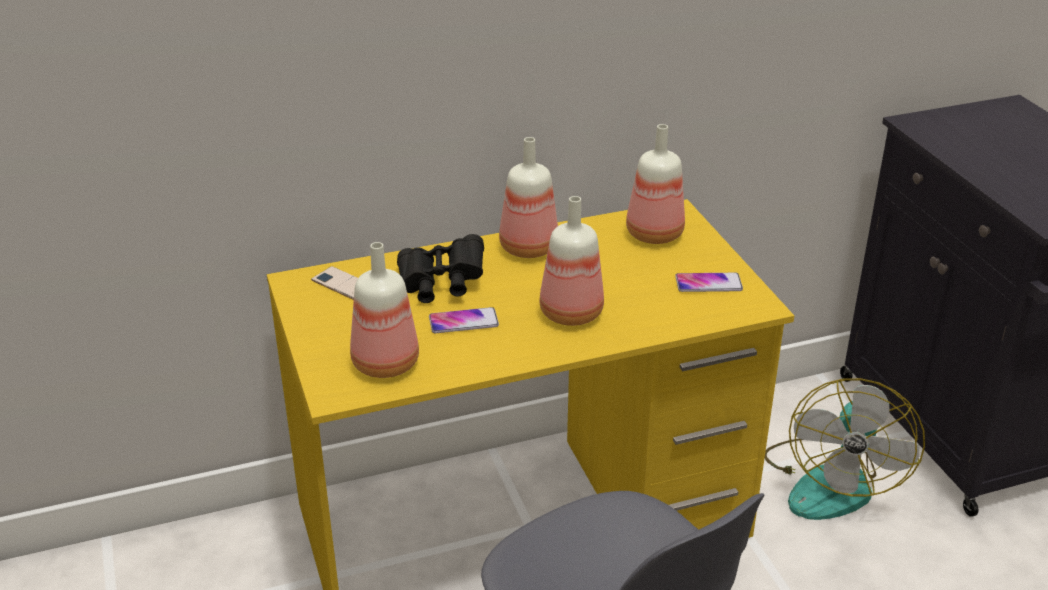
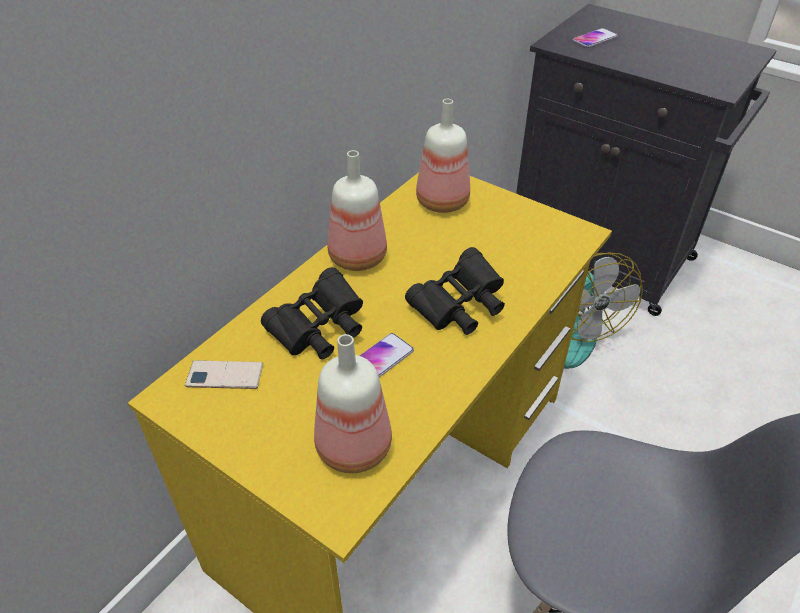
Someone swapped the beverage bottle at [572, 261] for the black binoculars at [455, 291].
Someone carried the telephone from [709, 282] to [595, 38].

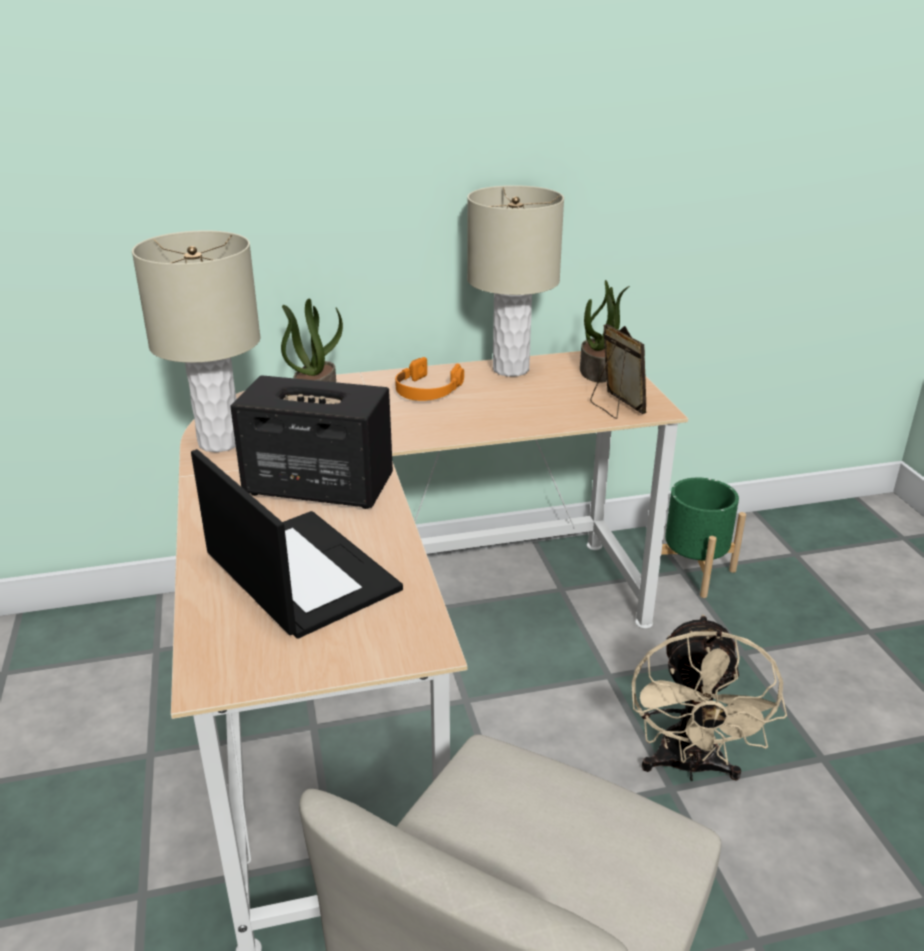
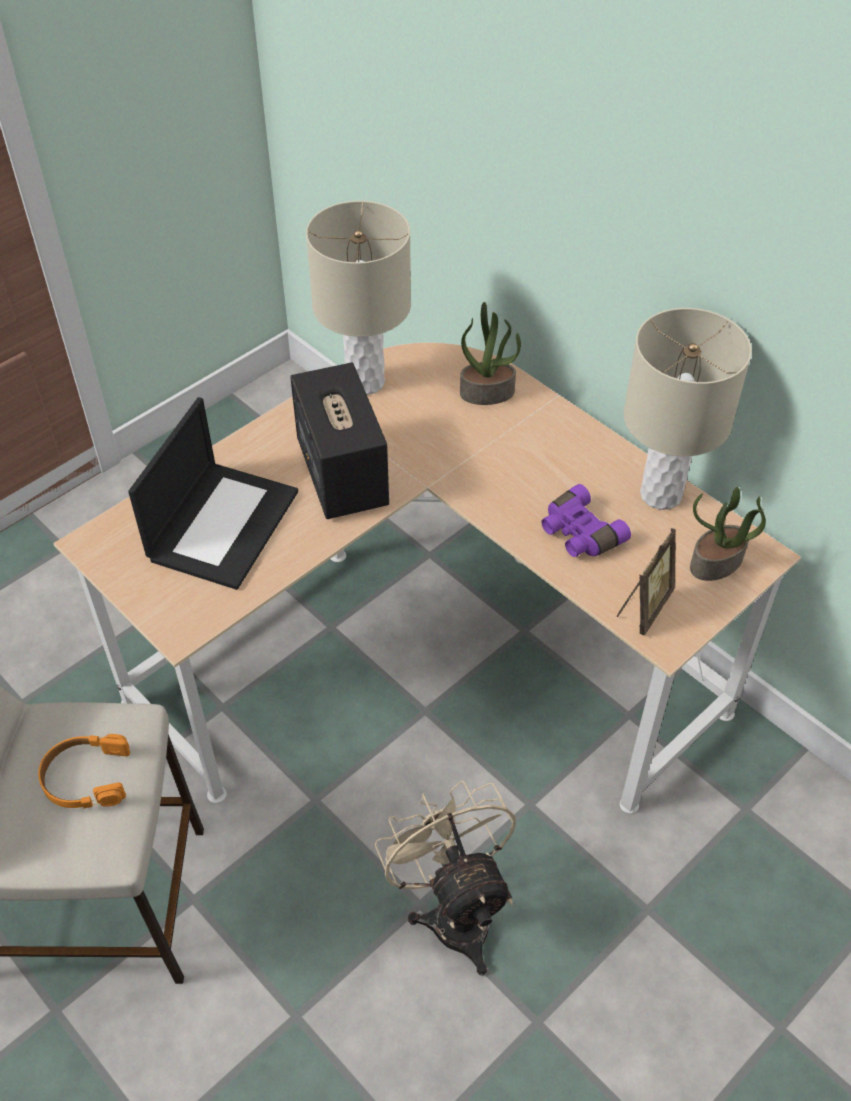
Someone carried the orangey headset from [429, 379] to [84, 771].
Someone took away the green planter at [703, 538].
Someone rotated the beige-coloured electric fan at [709, 697] by 90 degrees clockwise.
Someone put down the purple binoculars at [586, 520].

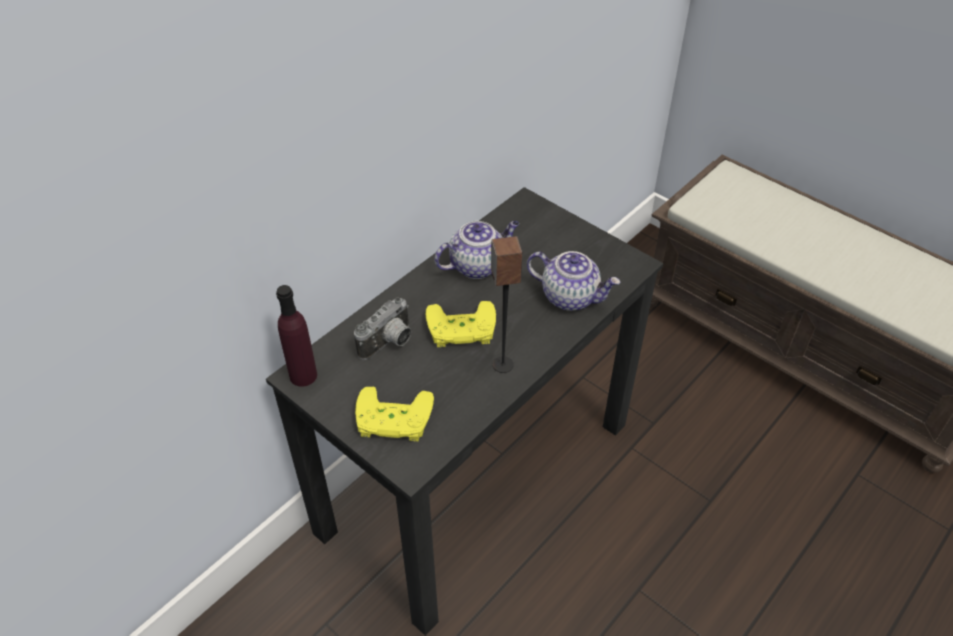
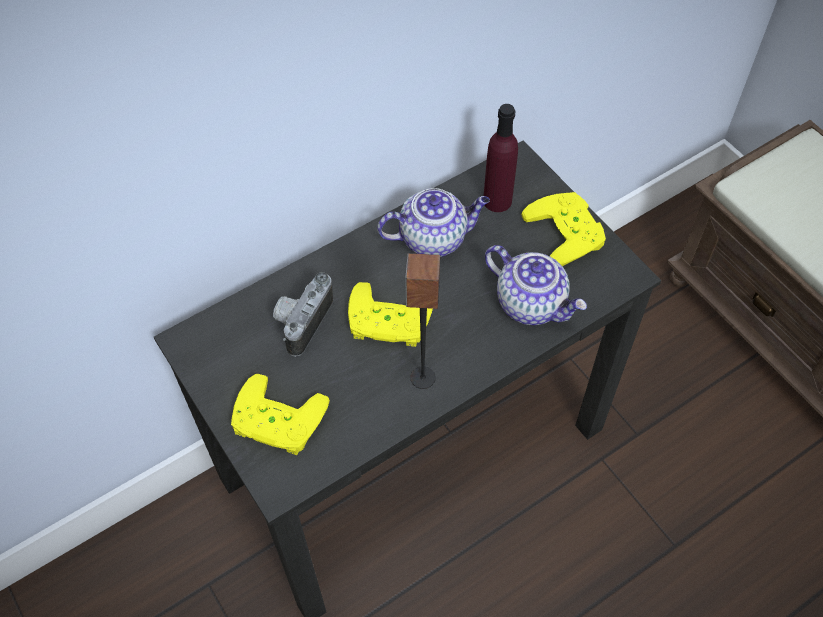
Someone carried the purple beverage bottle from [296, 336] to [501, 158].
Someone rotated the photo camera at [382, 328] by 150 degrees clockwise.
Someone put down the yellow joypad at [563, 229].

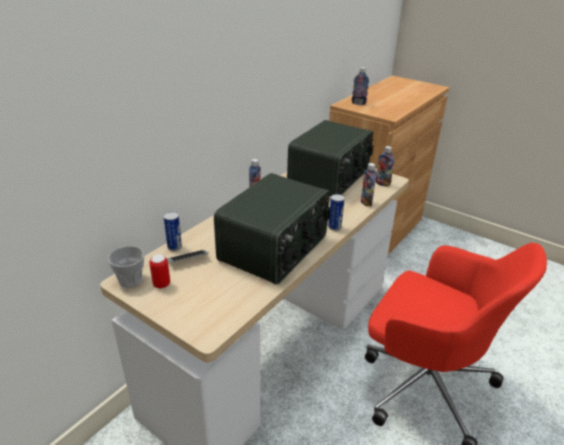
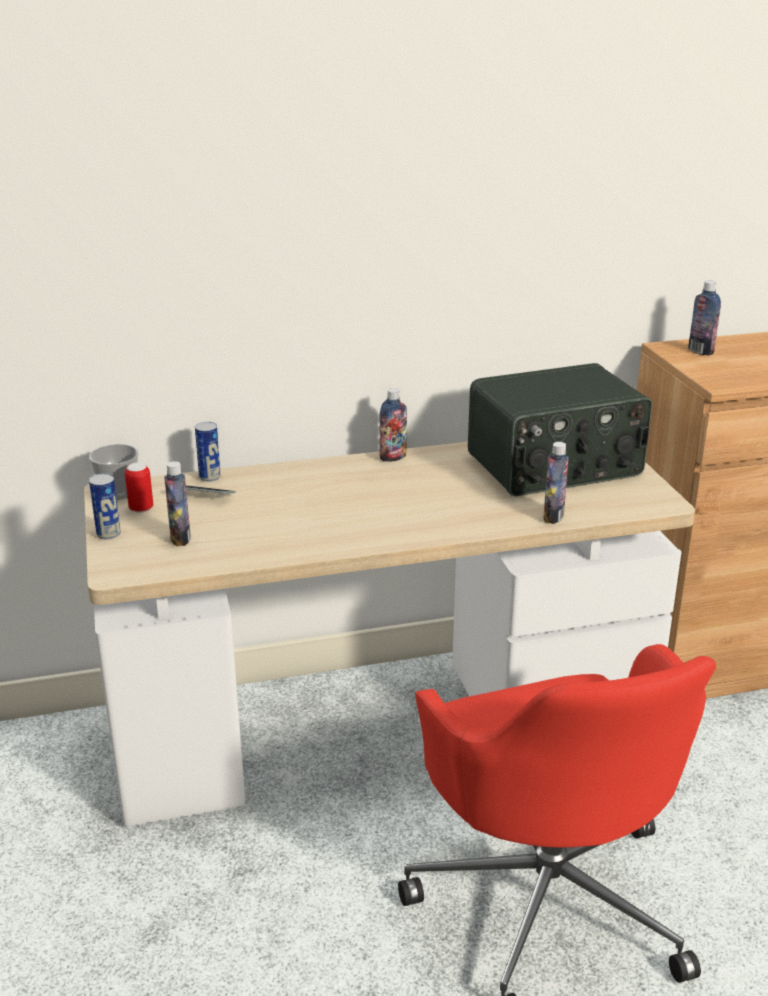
Someone carried the beverage bottle from [385, 166] to [177, 503].
Someone took away the radio receiver at [272, 229].
Someone carried the metal can from [336, 212] to [105, 506].

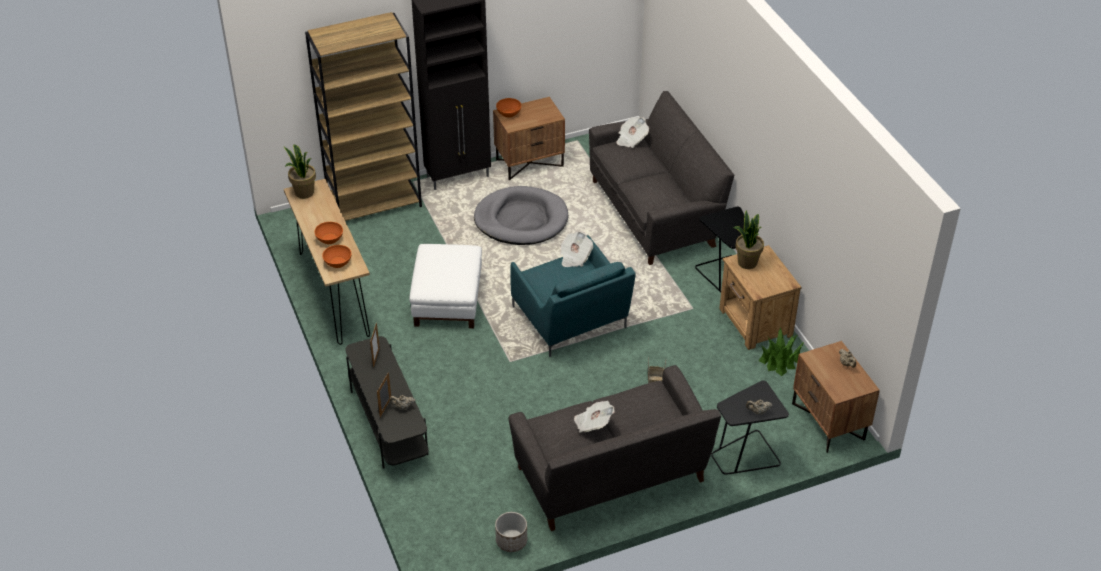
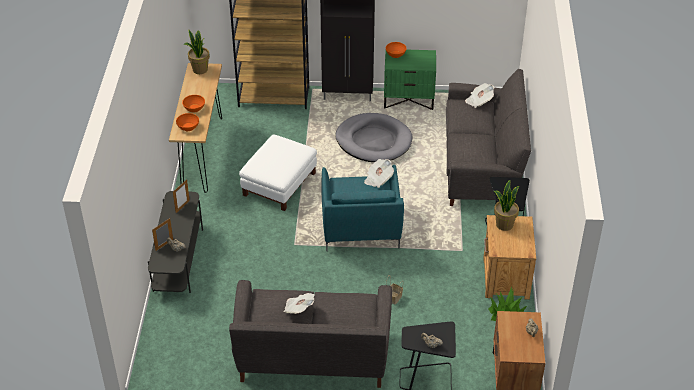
Someone repainted the brown night table at [529, 138], which became the green night table at [410, 79].
Someone took away the planter at [511, 532].

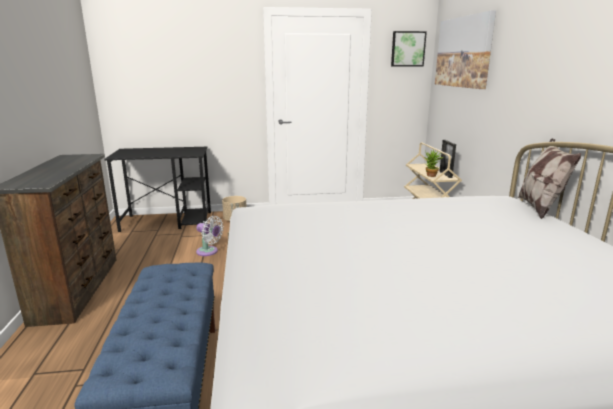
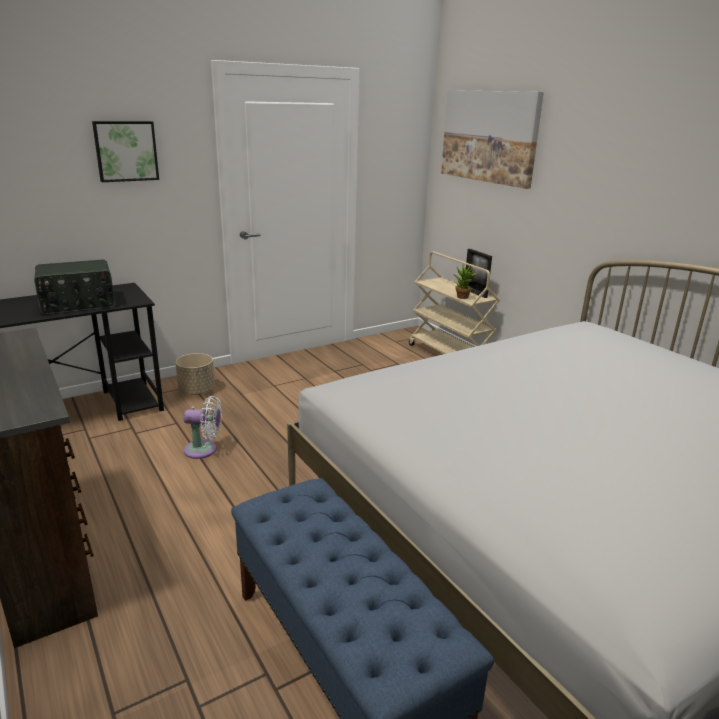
Someone carried the wall picture from [409, 49] to [125, 151].
Someone took away the throw pillow at [549, 178].
Someone put down the radio receiver at [74, 287].

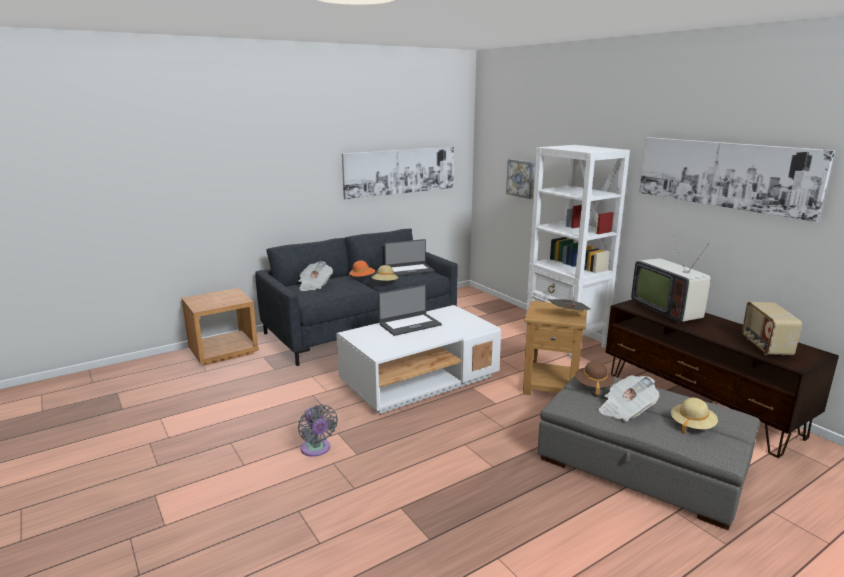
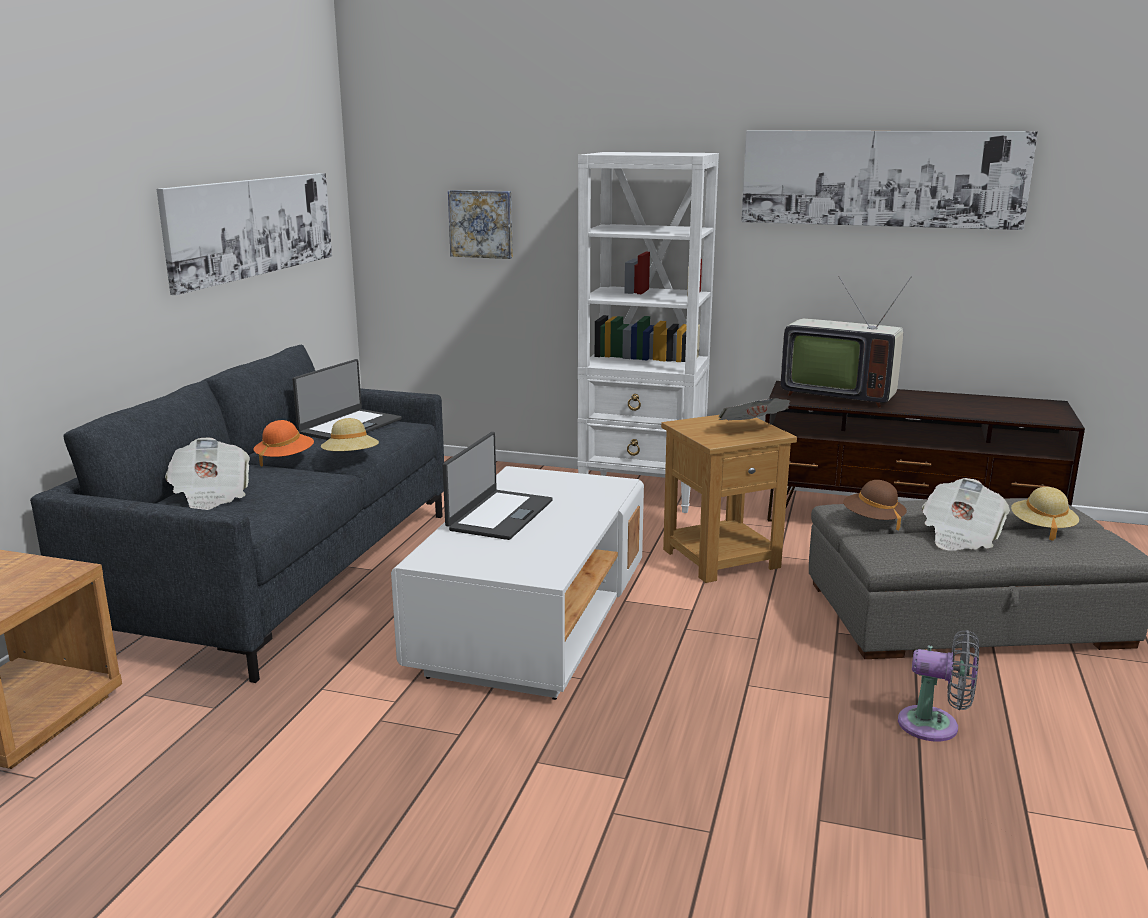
Someone took away the radio receiver at [772, 329].
Someone carried the grey electric fan from [318, 430] to [938, 686].

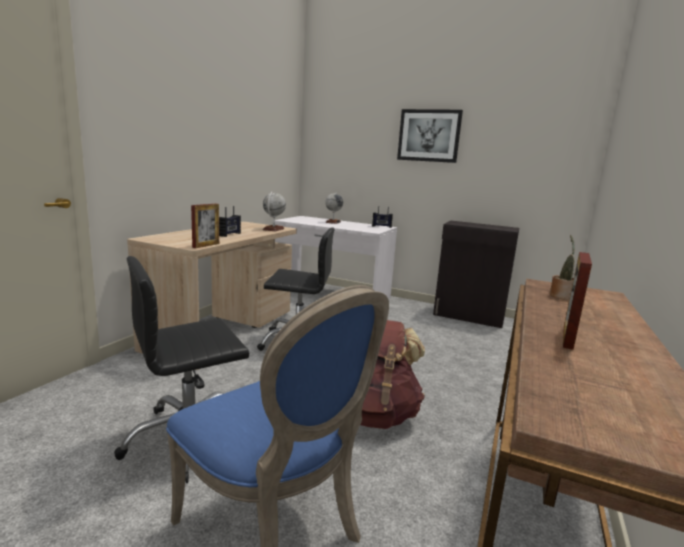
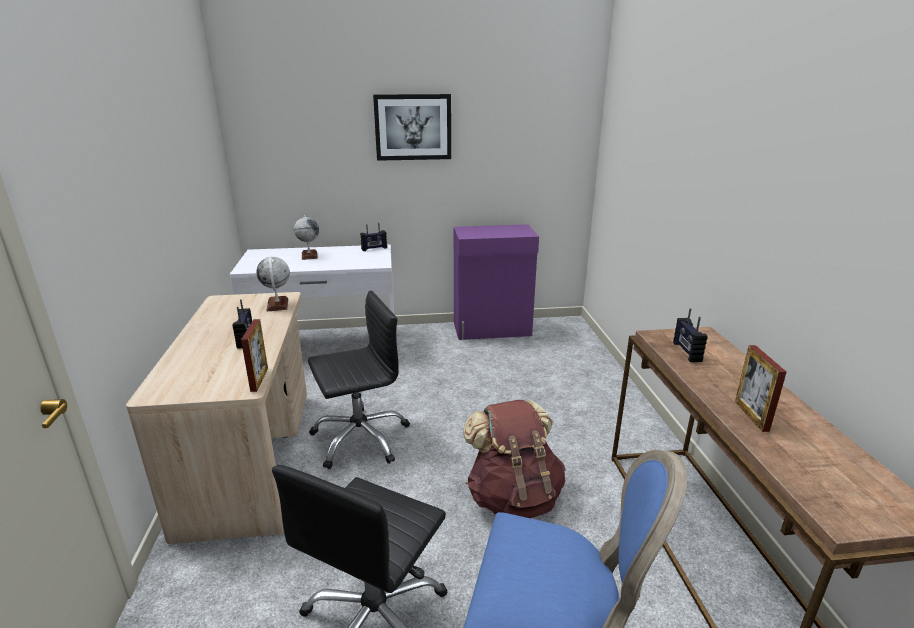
Someone repainted the black storage cabinet at [476, 274], which became the purple storage cabinet at [496, 282].
Someone swapped the plant in a pot at [562, 267] for the radio receiver at [690, 335].

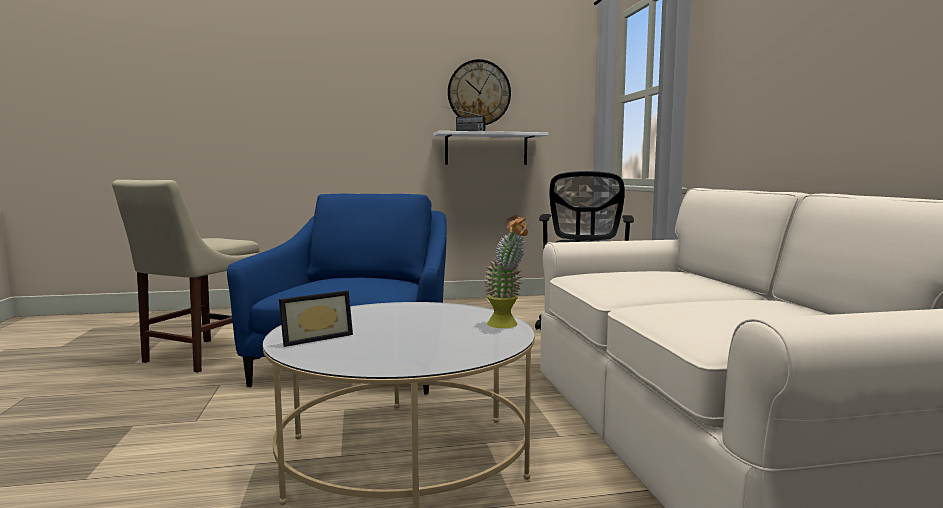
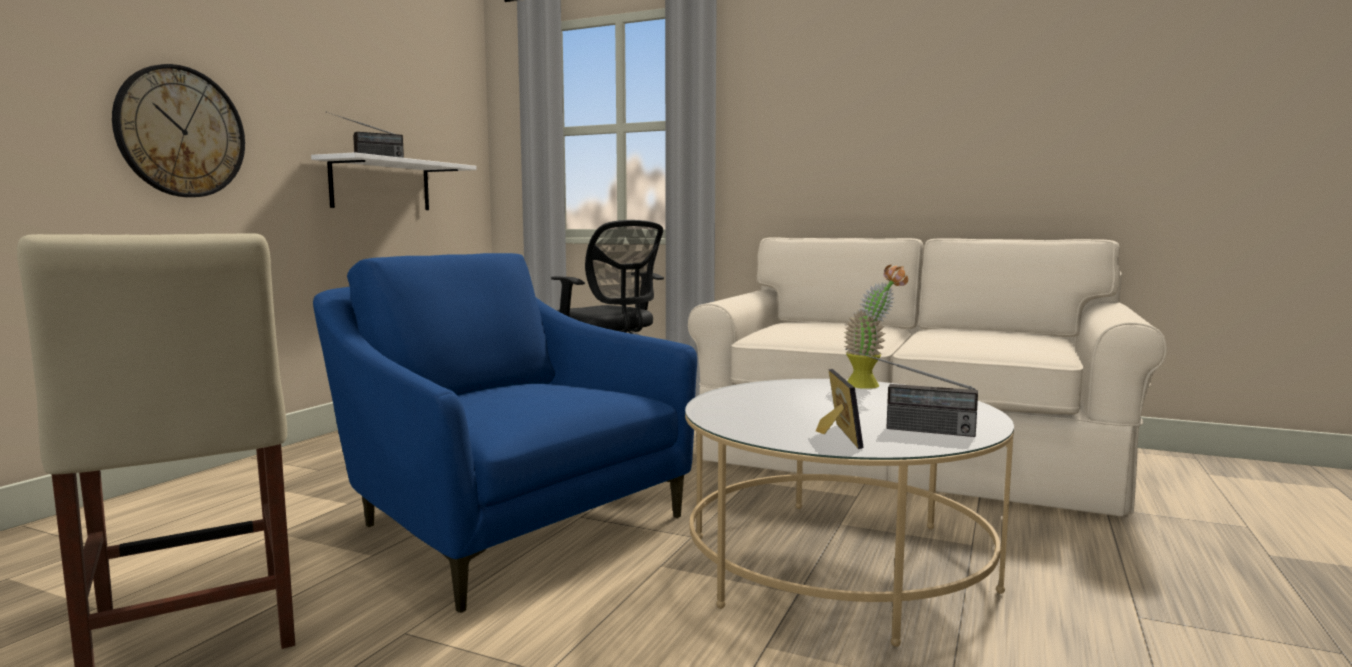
Someone carried the hanging clock from [479, 92] to [178, 130].
Someone put down the radio receiver at [911, 392].

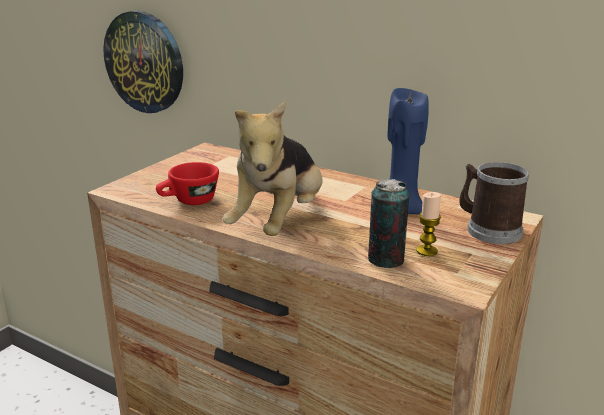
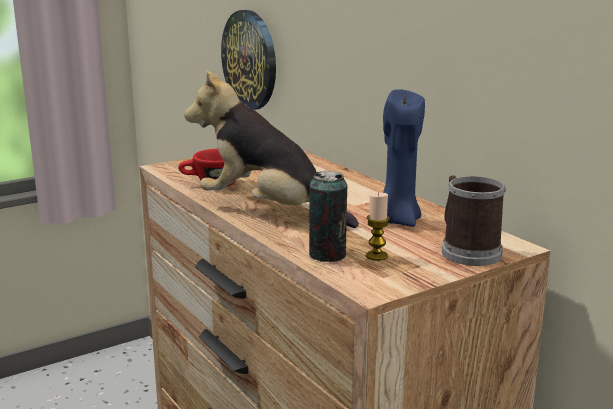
Someone rotated the cuddly toy at [273, 169] by 75 degrees clockwise.

